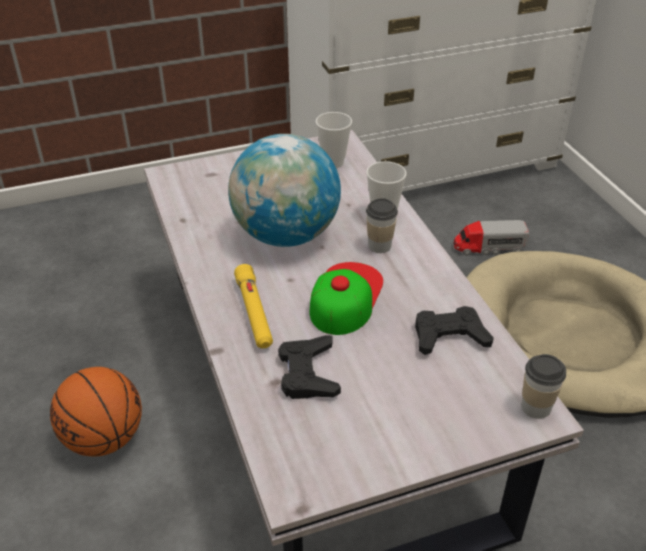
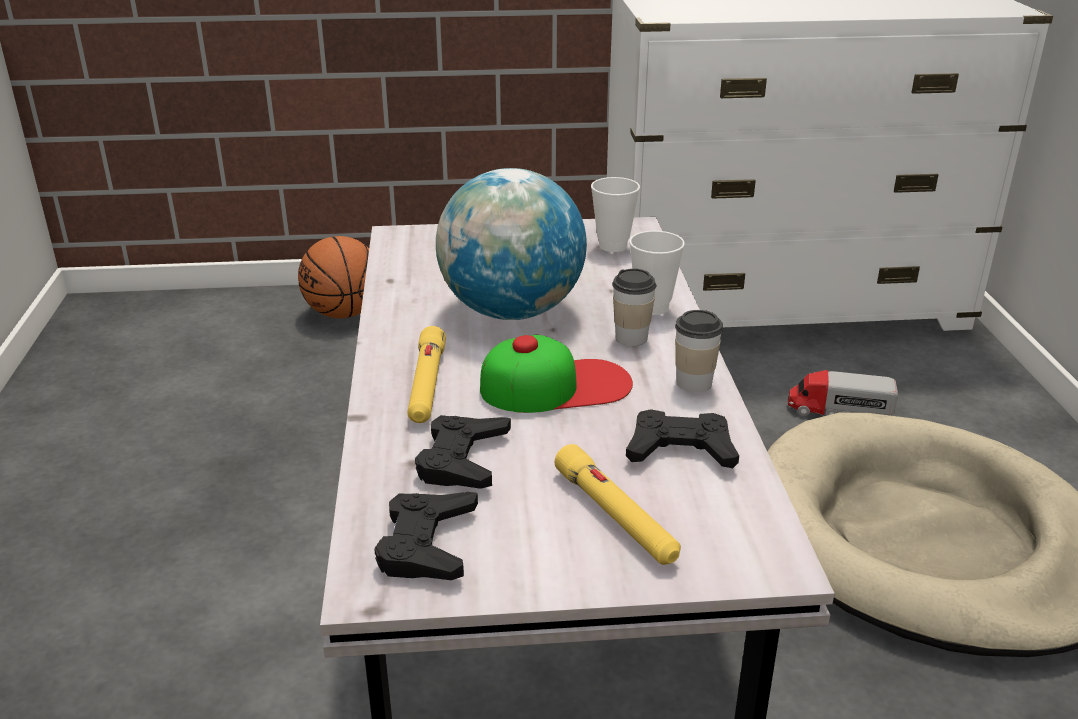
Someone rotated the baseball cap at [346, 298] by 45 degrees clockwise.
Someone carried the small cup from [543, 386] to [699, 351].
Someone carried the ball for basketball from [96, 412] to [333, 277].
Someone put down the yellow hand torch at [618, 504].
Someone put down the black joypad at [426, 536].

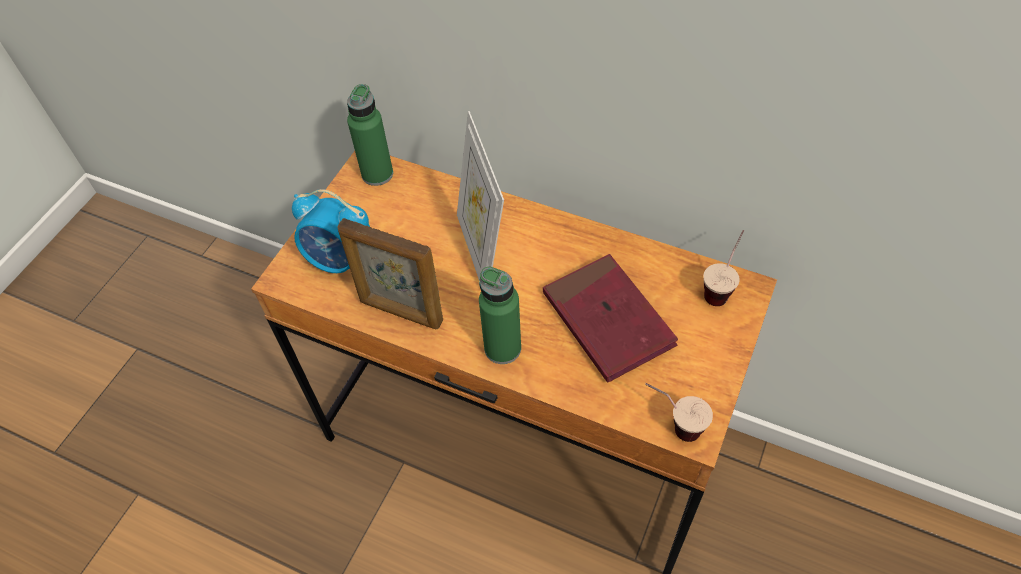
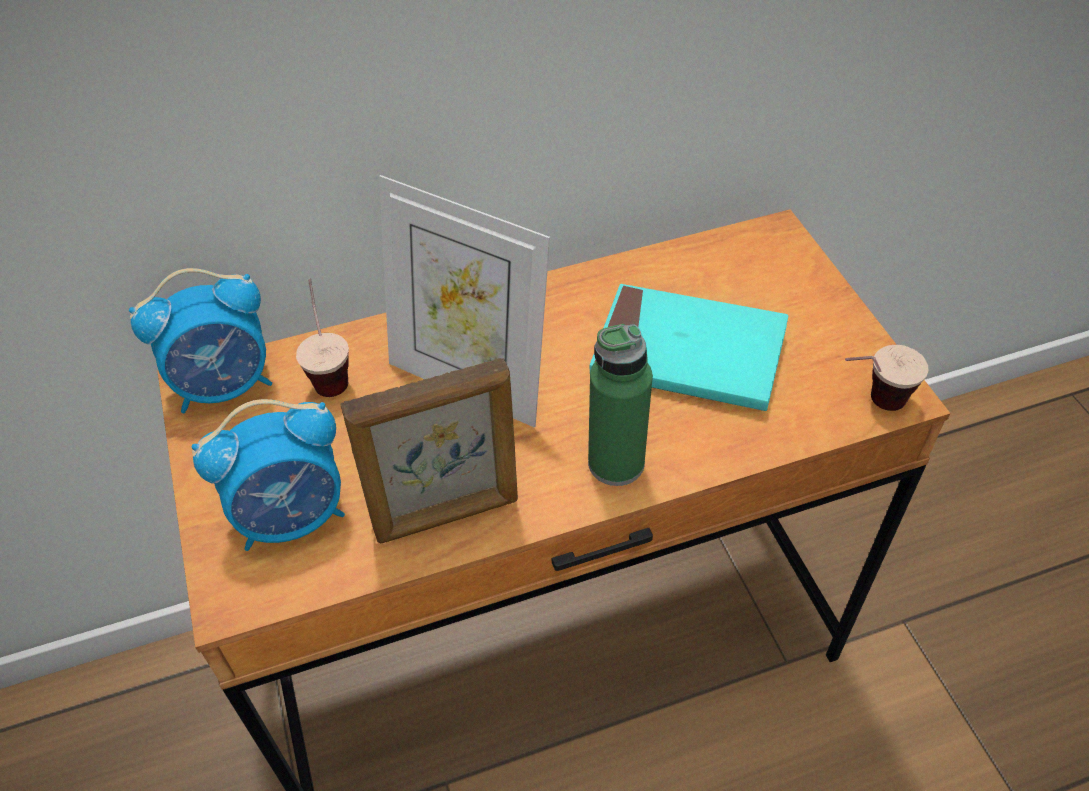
Someone swapped the green beverage bottle at [370, 135] for the alarm clock at [200, 340].
Someone carried the small cup from [723, 268] to [322, 338].
Someone repainted the red-coloured bound book at [610, 318], which became the turquoise-coloured bound book at [689, 347].

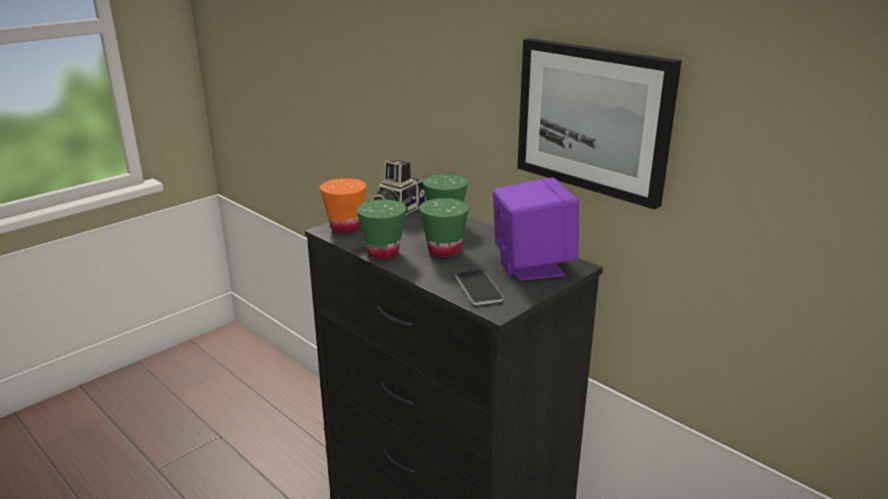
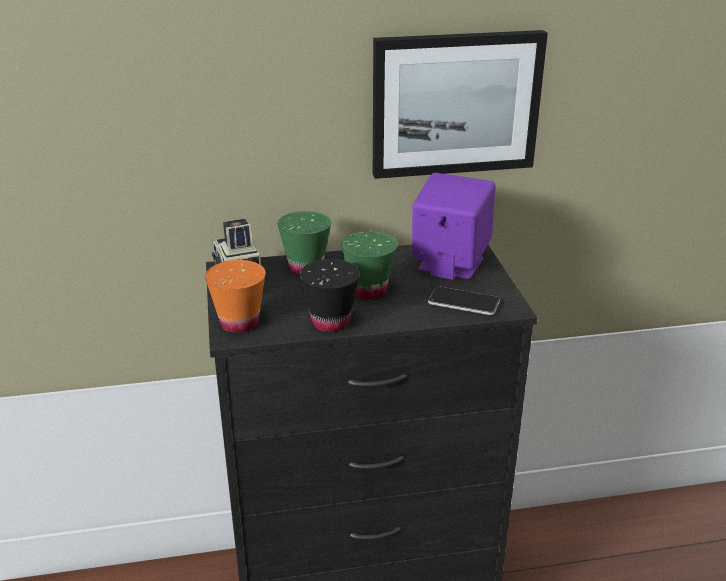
Someone repainted the green small cup at [381, 228], which became the black small cup at [330, 295].

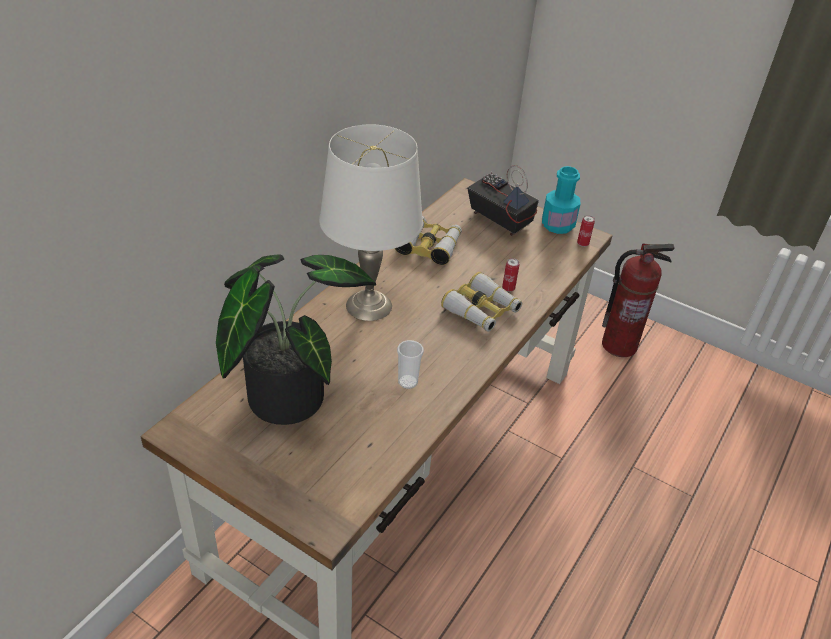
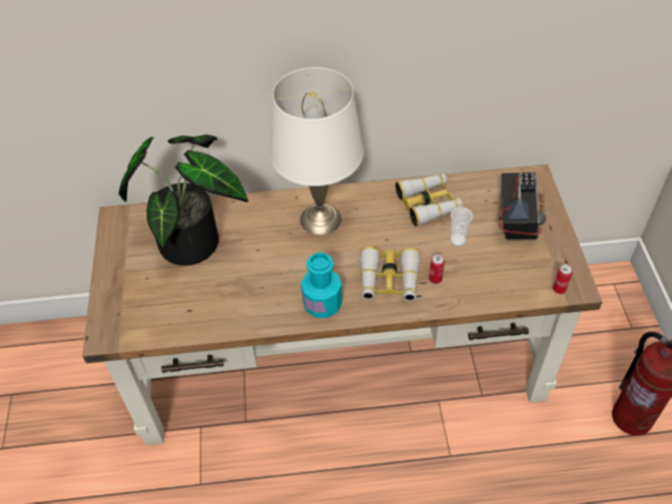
Someone carried the turquoise-coloured beverage bottle from [561, 200] to [321, 285].
Someone carried the small cup from [410, 364] to [461, 226].

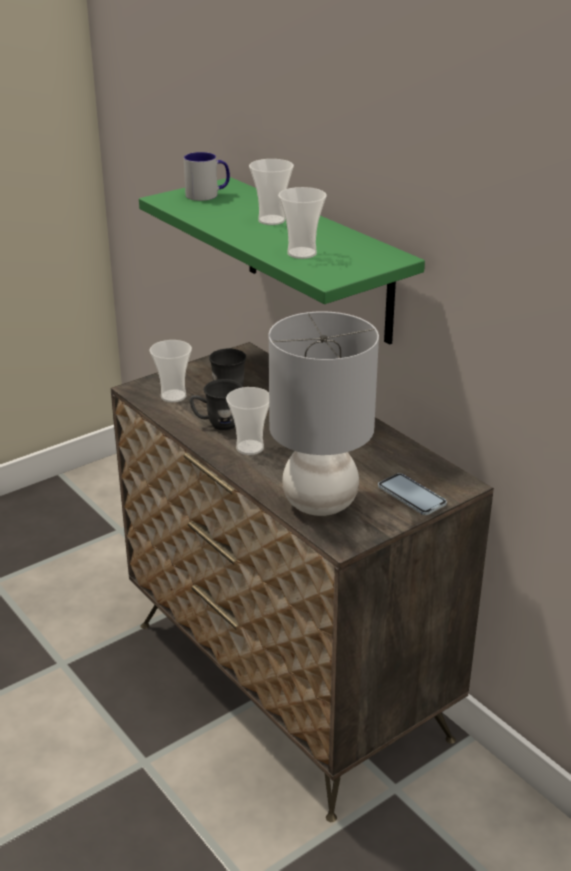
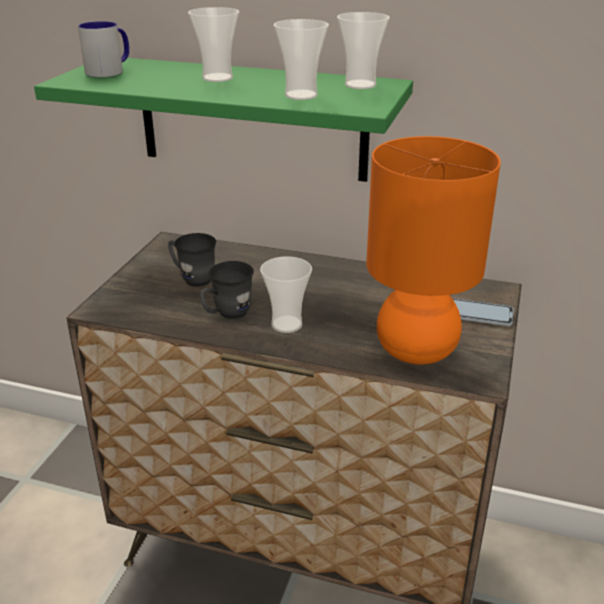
Someone repainted the grey lamp for a table at [324, 413], which became the orangey lamp for a table at [433, 250].
Someone carried the small cup from [170, 371] to [363, 50].

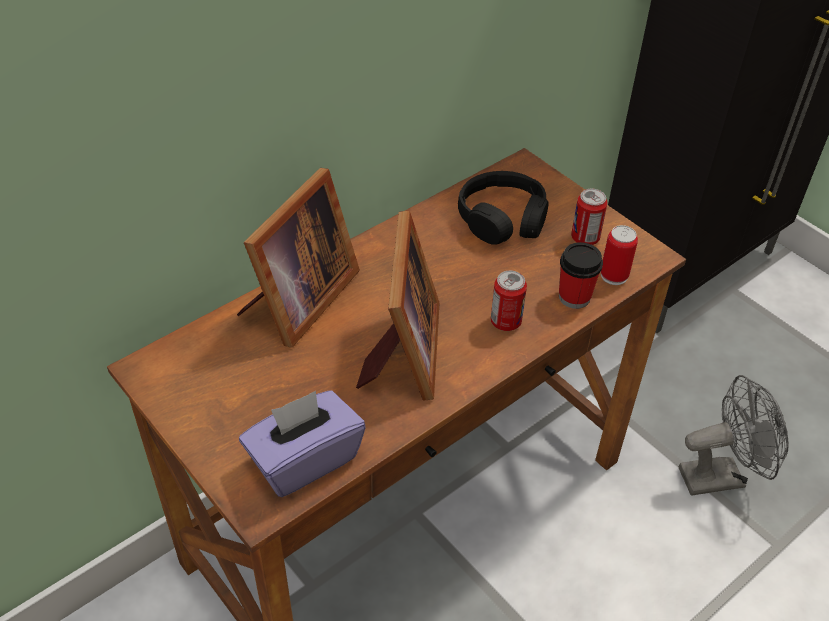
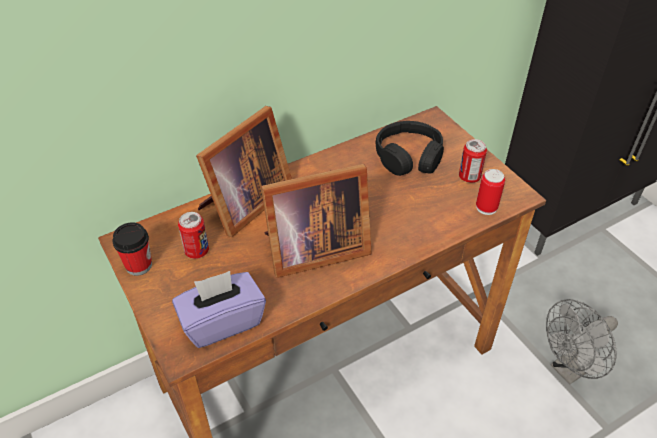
Someone rotated the standing frame at [398, 305] by 60 degrees clockwise.
Someone carried the small cup from [581, 275] to [132, 249].
Someone carried the metal can from [509, 301] to [193, 235].
Someone rotated the grey electric fan at [734, 435] by 150 degrees clockwise.

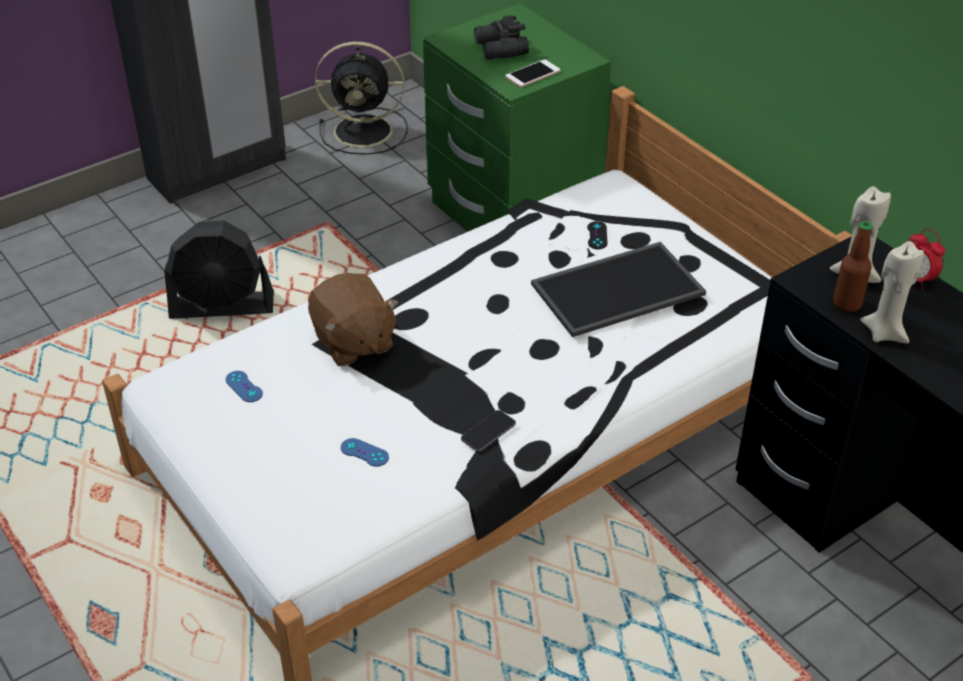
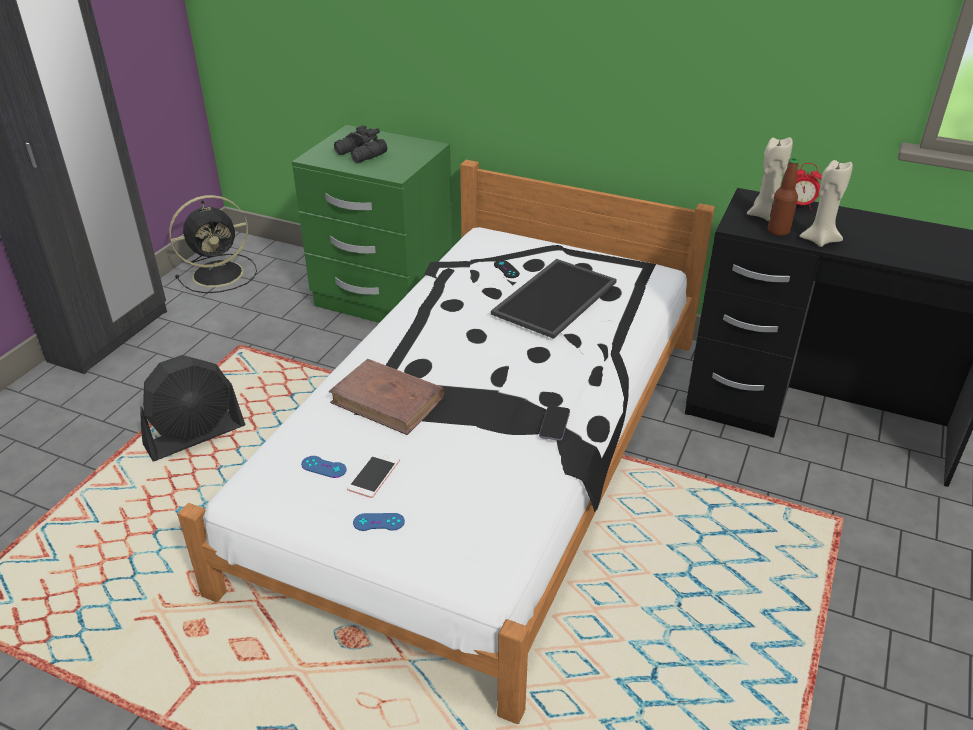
Someone carried the telephone from [533, 73] to [373, 474].
Someone swapped the brown cuddly toy at [353, 319] for the brown bound book at [386, 397].
Someone carried the blue-coloured joypad from [365, 452] to [379, 522].

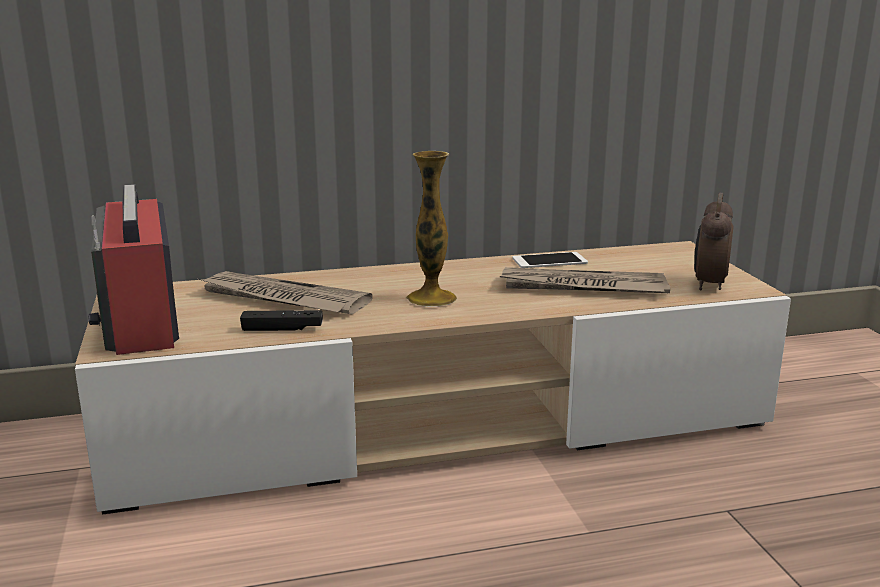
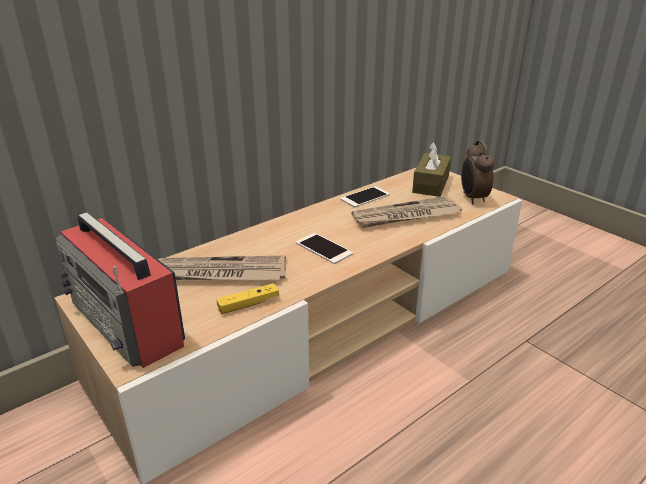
Someone swapped the decorative vase at [431, 229] for the telephone at [324, 248].
Someone repainted the black joypad at [281, 320], which became the yellow joypad at [247, 298].
Someone put down the brown tissue holder at [431, 169].

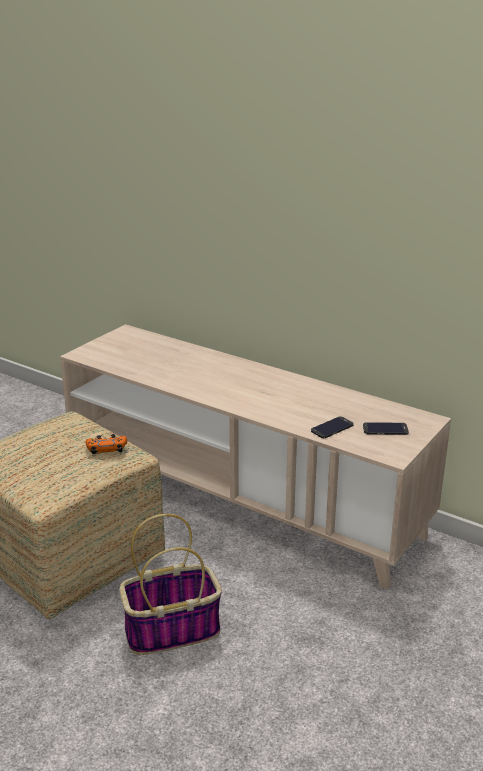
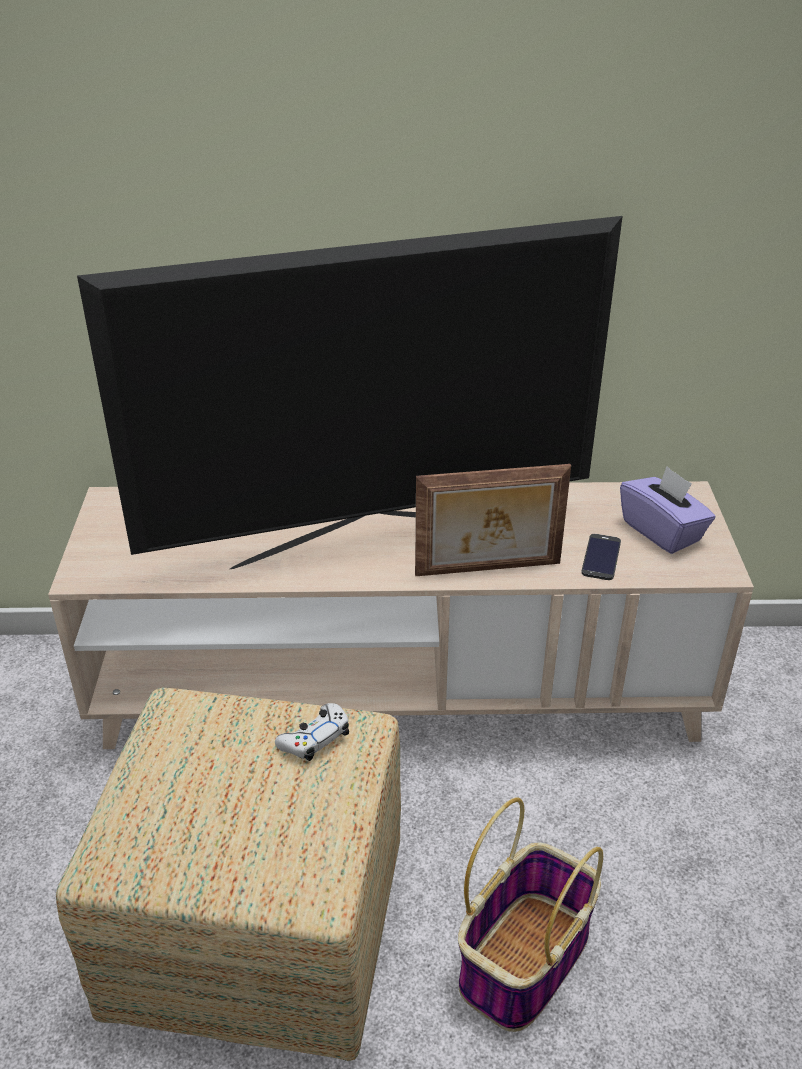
Someone swapped the telephone at [386, 428] for the purple tissue holder at [667, 510].
Someone repainted the orangey joypad at [106, 444], which became the white joypad at [312, 732].
Someone put down the TV set at [350, 392].
Someone put down the standing frame at [493, 520].

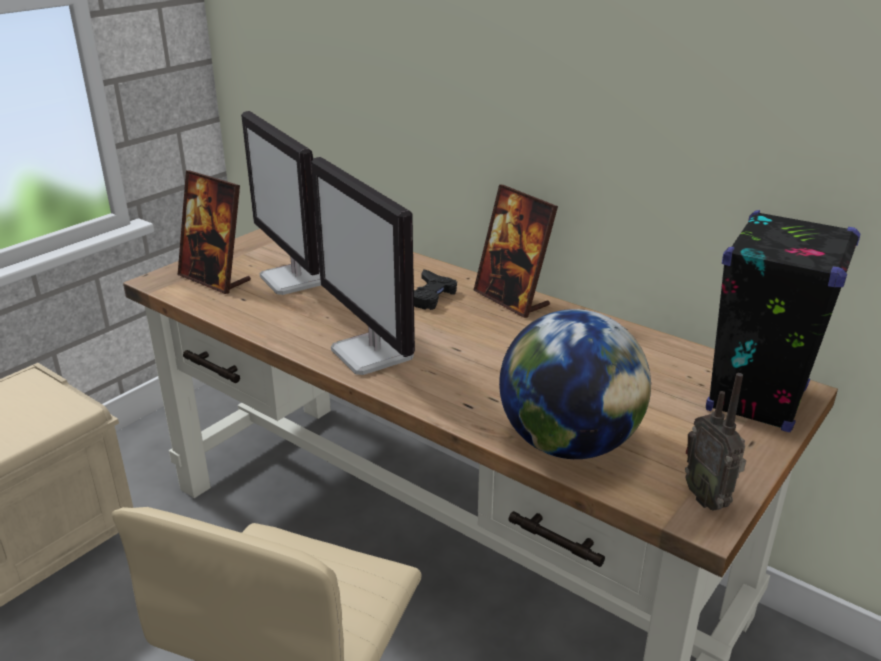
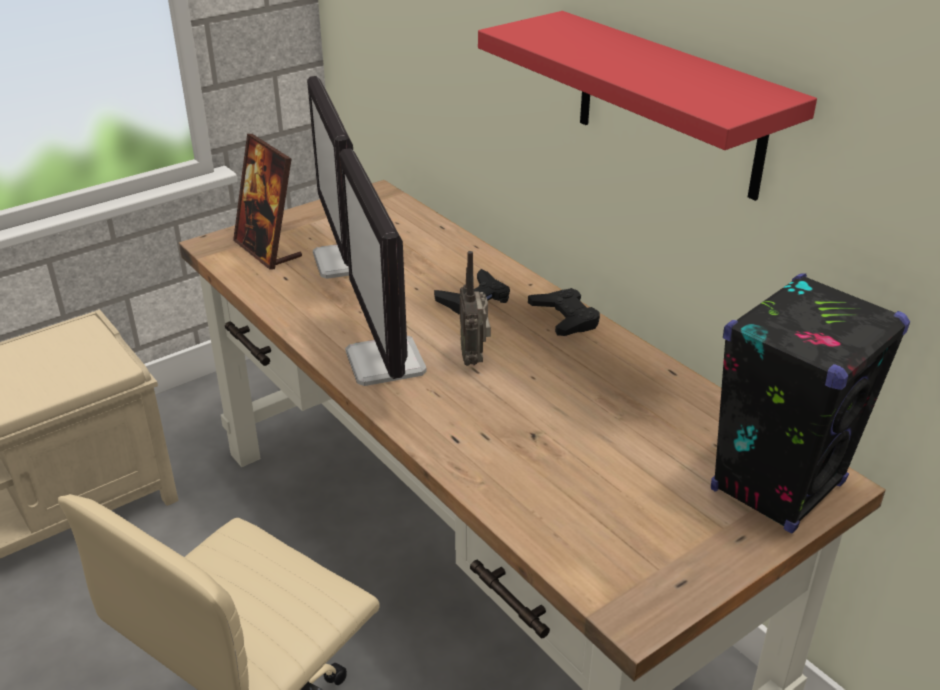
Someone swapped the standing frame at [516, 251] for the black joypad at [564, 312].
Someone took away the world globe at [575, 384].
Someone carried the radio receiver from [715, 442] to [475, 308].
Someone put up the red-coloured bracket shelf at [647, 106].

